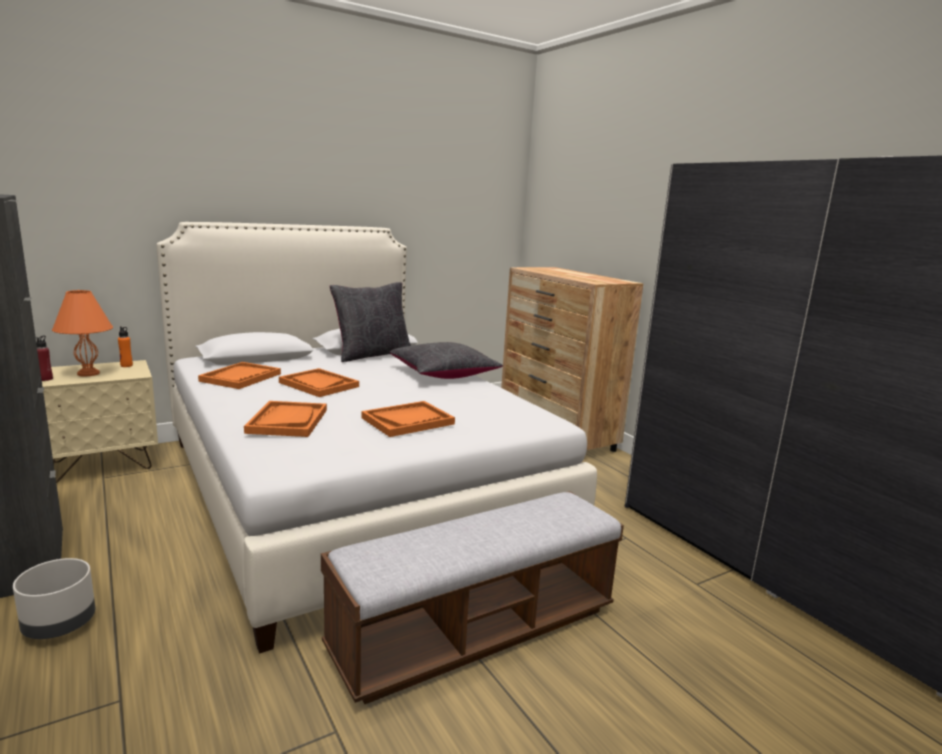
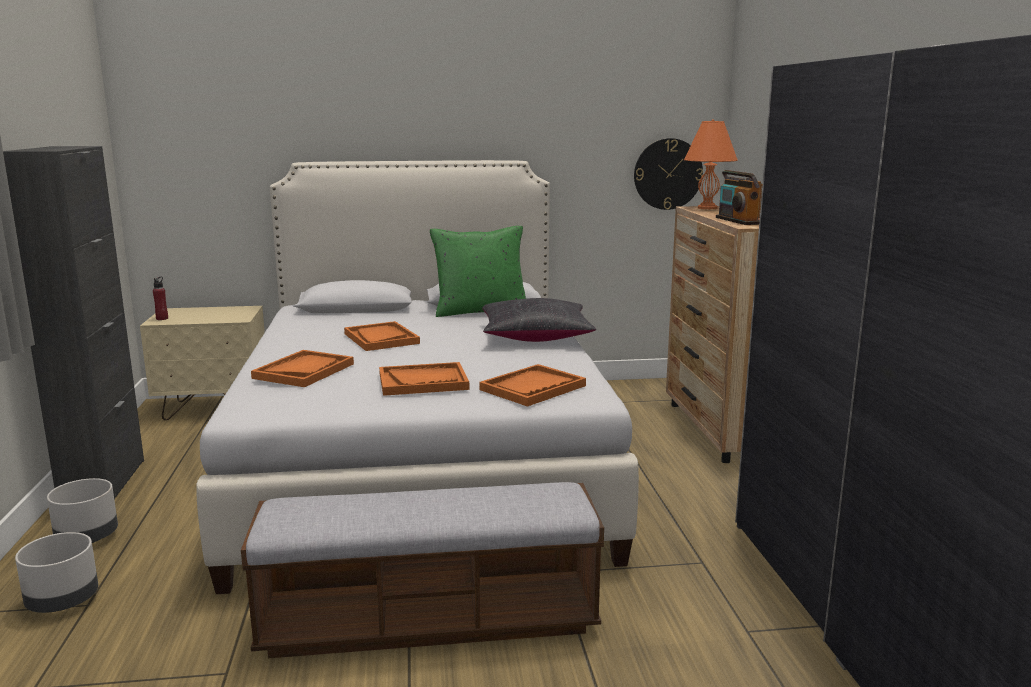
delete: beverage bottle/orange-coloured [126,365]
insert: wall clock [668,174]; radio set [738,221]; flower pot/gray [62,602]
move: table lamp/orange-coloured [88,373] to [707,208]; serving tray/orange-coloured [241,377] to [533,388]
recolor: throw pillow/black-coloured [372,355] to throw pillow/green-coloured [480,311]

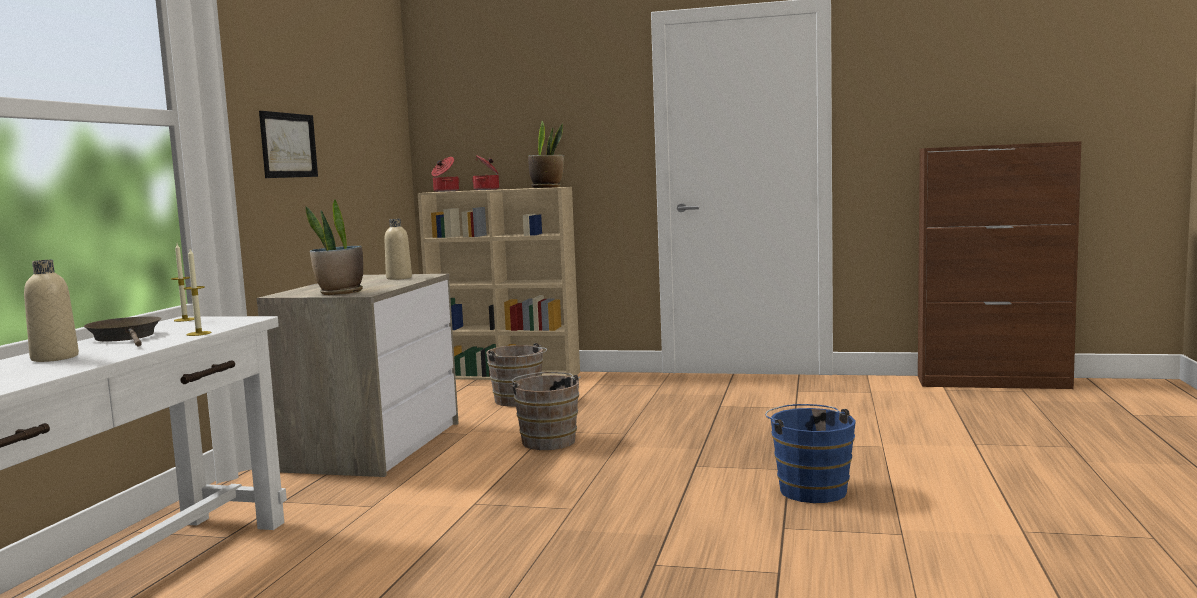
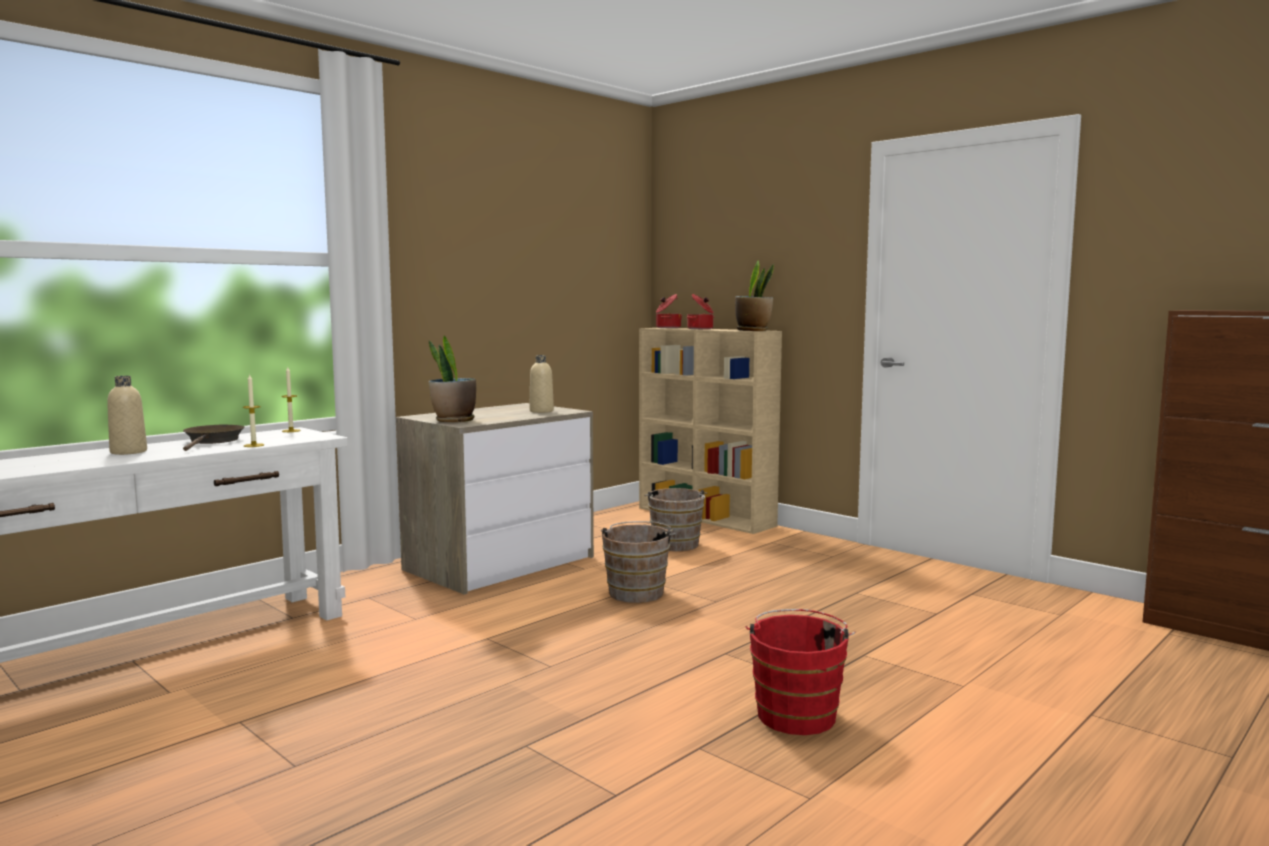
delete: wall picture [288,145]
recolor: water bucket/bluish [810,489] to water bucket/red [797,713]

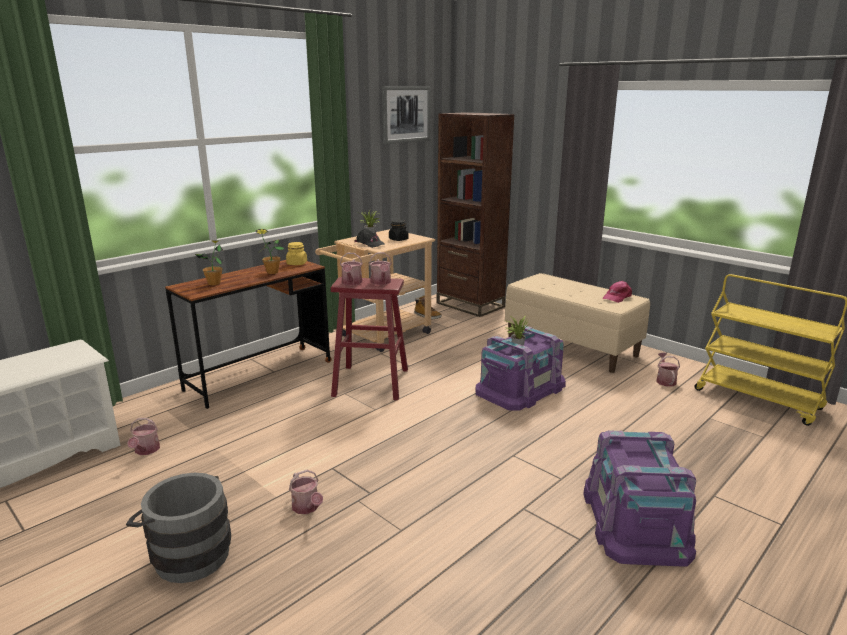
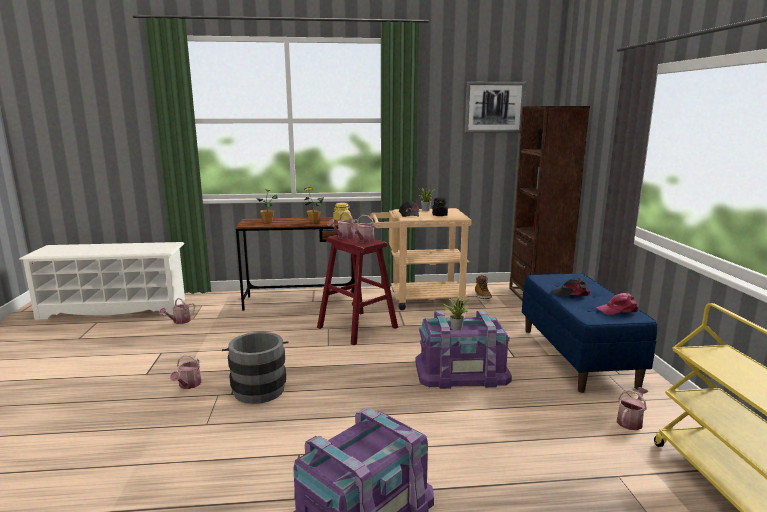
insert: peaked cap/black-coloured [571,294]
move: water bucket/gray [187,553] to [258,387]
recolor: bench/beige [572,346] to bench/bluish [577,356]

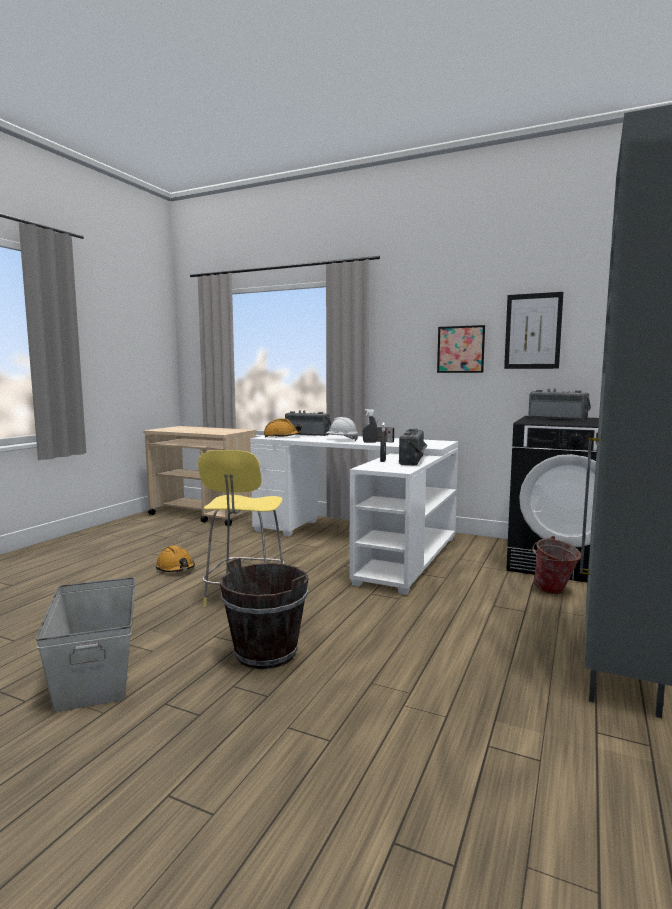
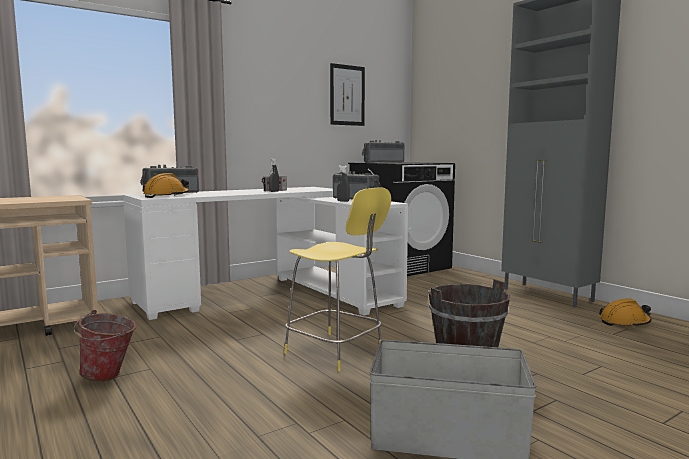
delete: wall picture [460,349]; safety helmet/whitish [341,440]
move: water bucket [553,591] to [108,377]; safety helmet/orange-coloured [175,568] to [625,322]

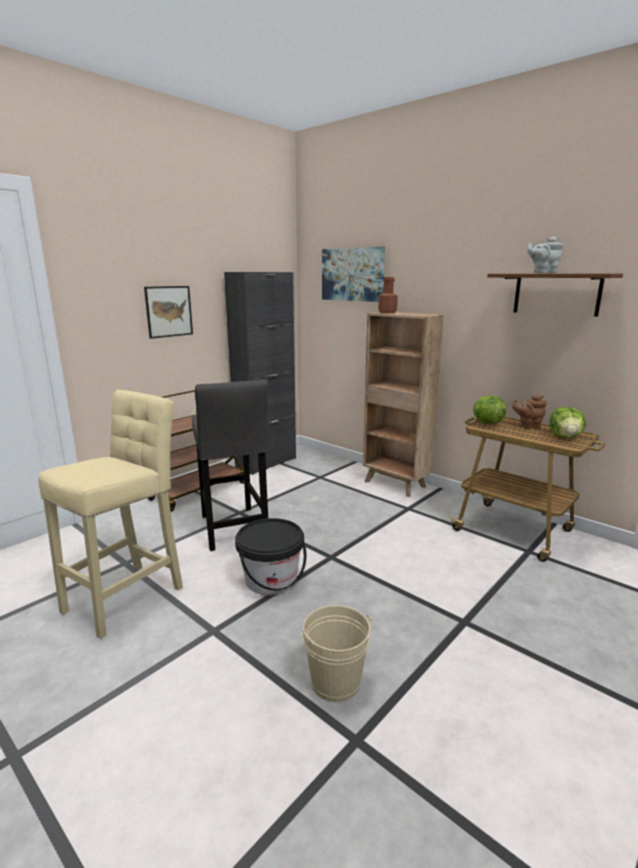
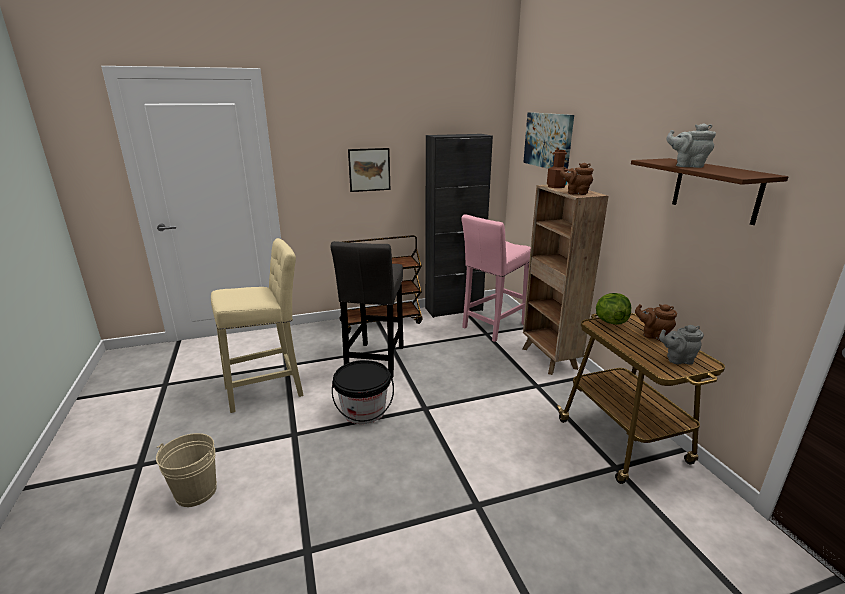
insert: tea pot/brown [575,193]; stool/pinkish [492,327]
move: water bucket/beige [335,682] to [196,492]
replace: lettuce head [565,437] to tea pot/gray [677,359]

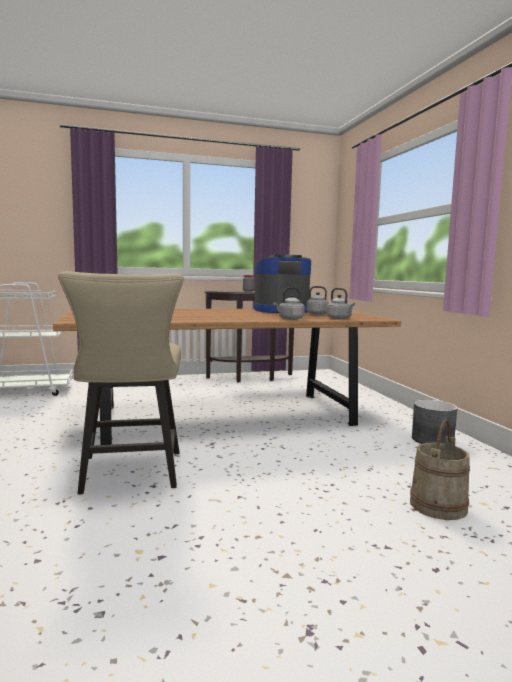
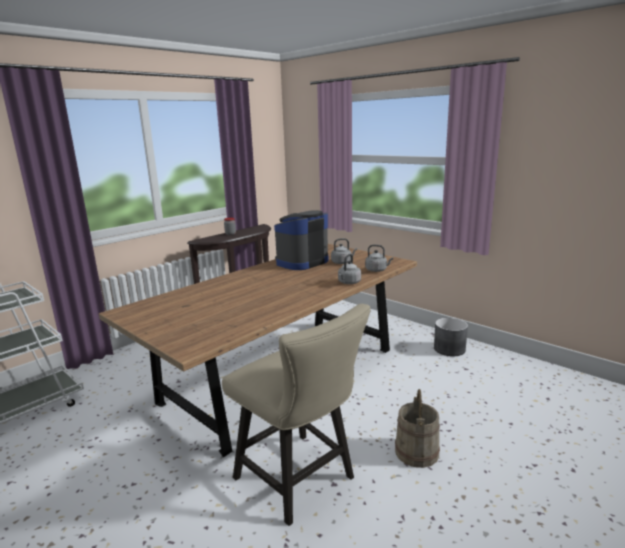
move: water bucket/beige [438,506] to [417,452]

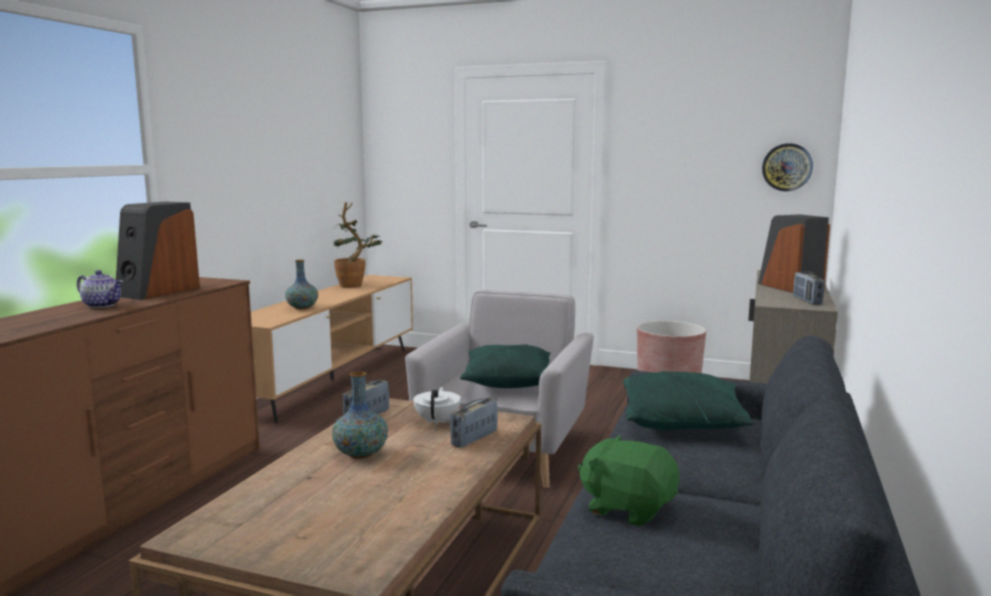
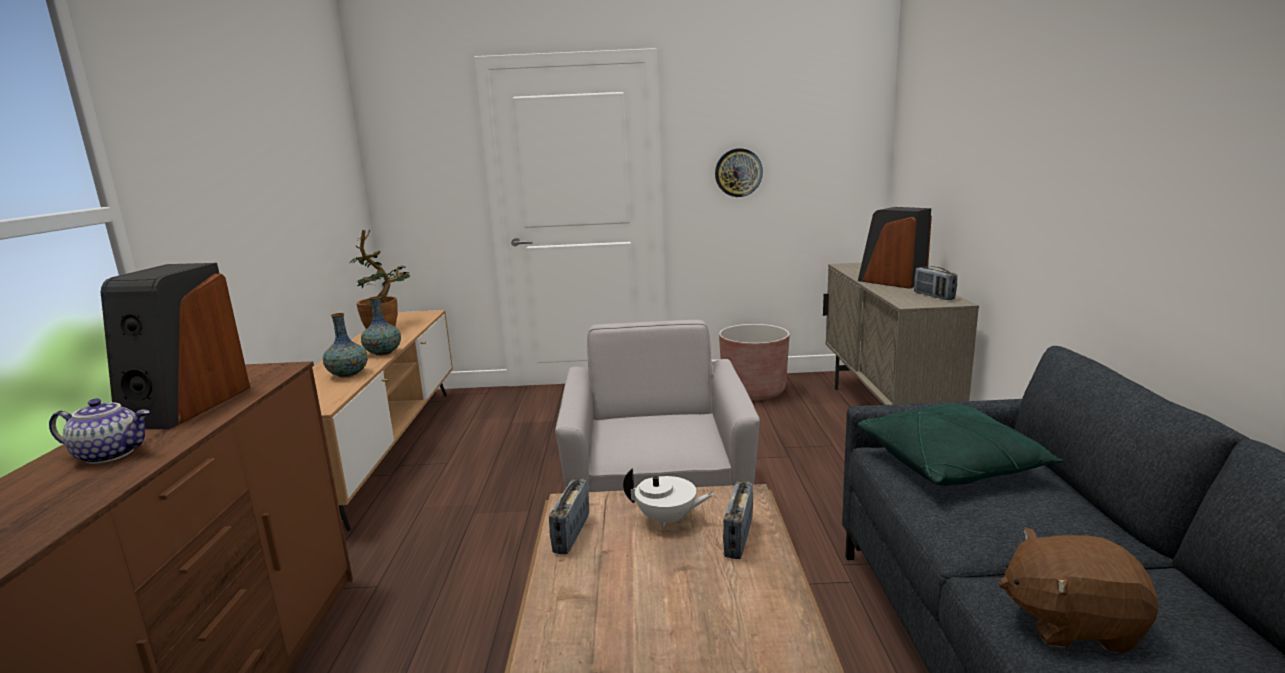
delete: throw pillow/green-coloured [507,381]
move: wall clock [787,167] to [738,172]; flower vase [361,454] to [383,353]
recolor: plush toy/green-coloured [627,508] to plush toy/brown [1070,622]
rotate: tea pot/whitish [438,421] = [667,520] 120 degrees clockwise

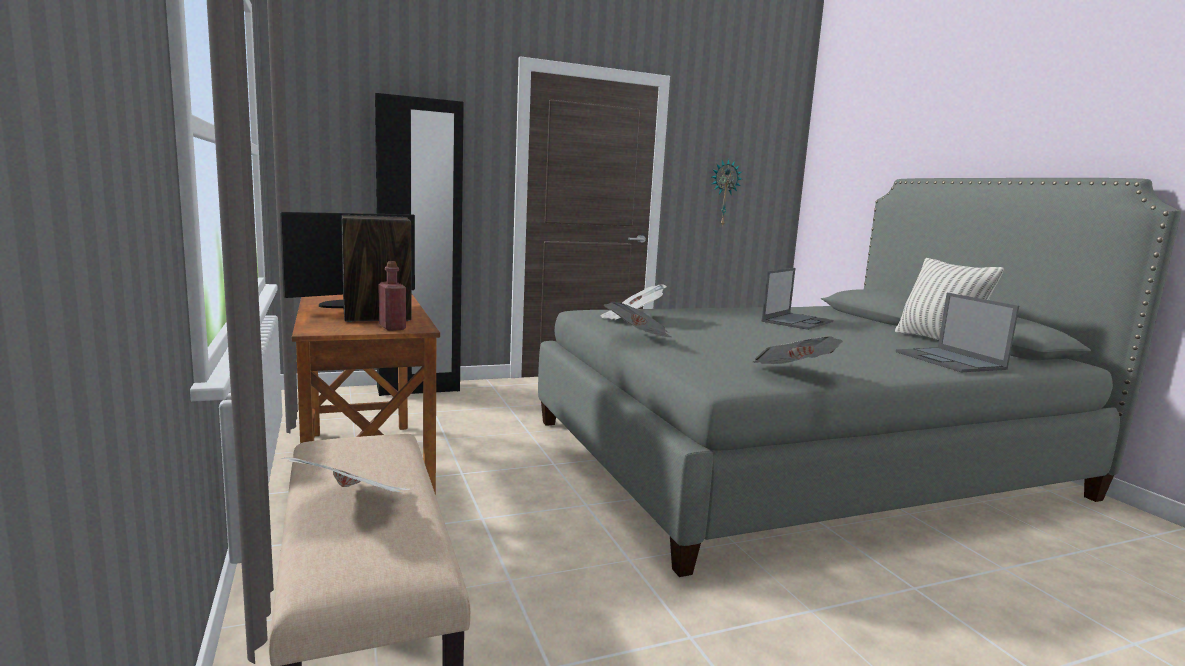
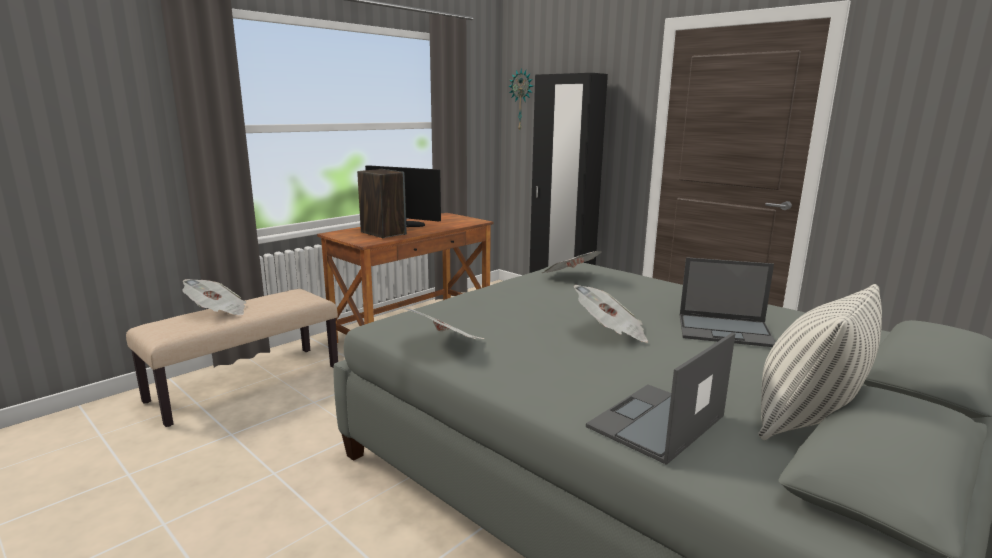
delete: beverage bottle/red [392,327]
move: wall clock [723,193] to [522,100]; daily paper [638,339] to [610,332]

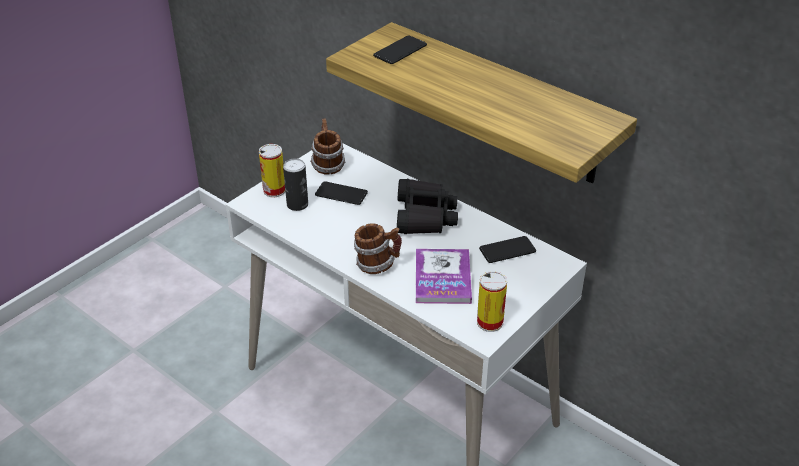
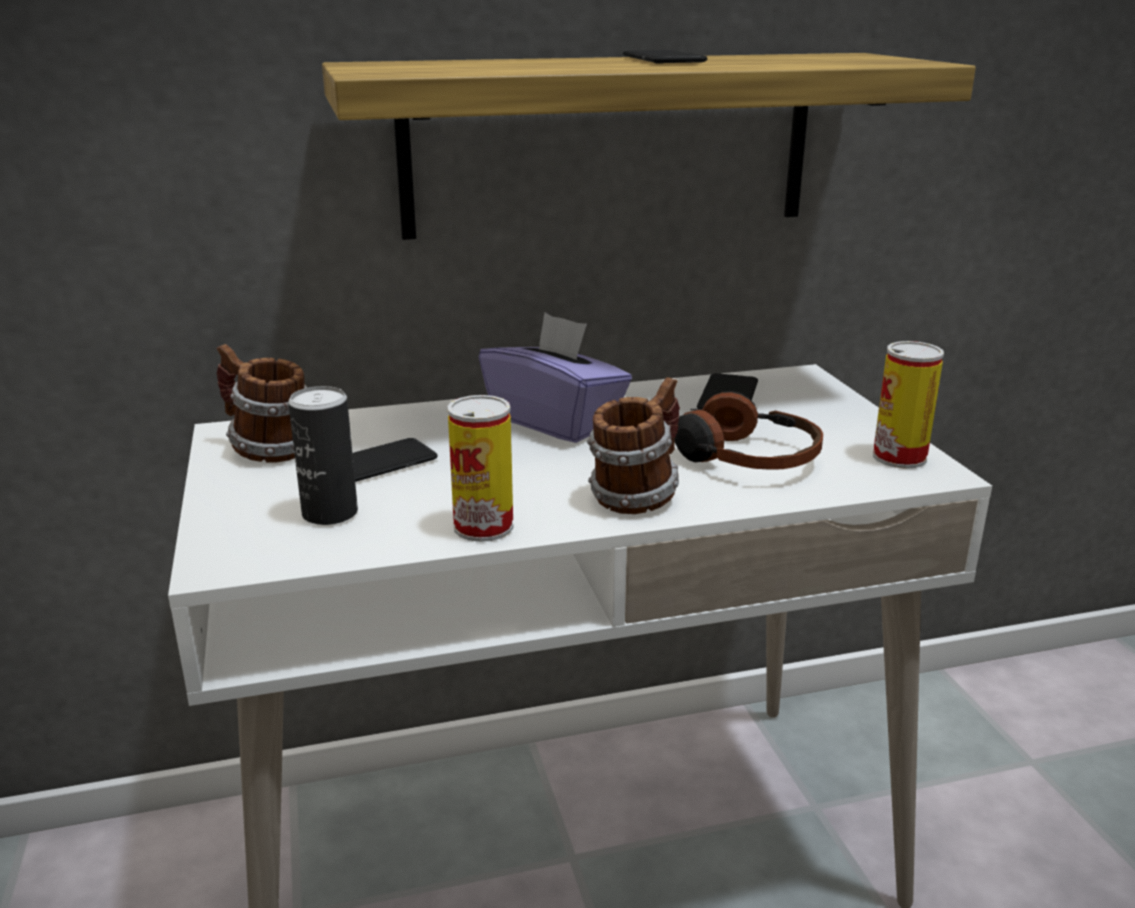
move: handset [400,51] to [663,59]; can [274,190] to [483,527]
replace: pair of binoculars/black-coloured [424,216] to tissue box/purplish [556,421]; book [442,278] to headphones [742,456]

